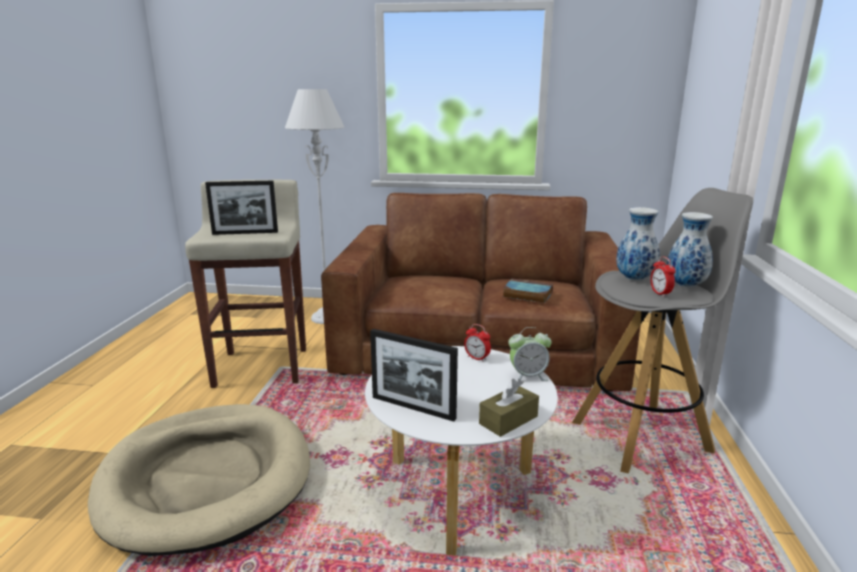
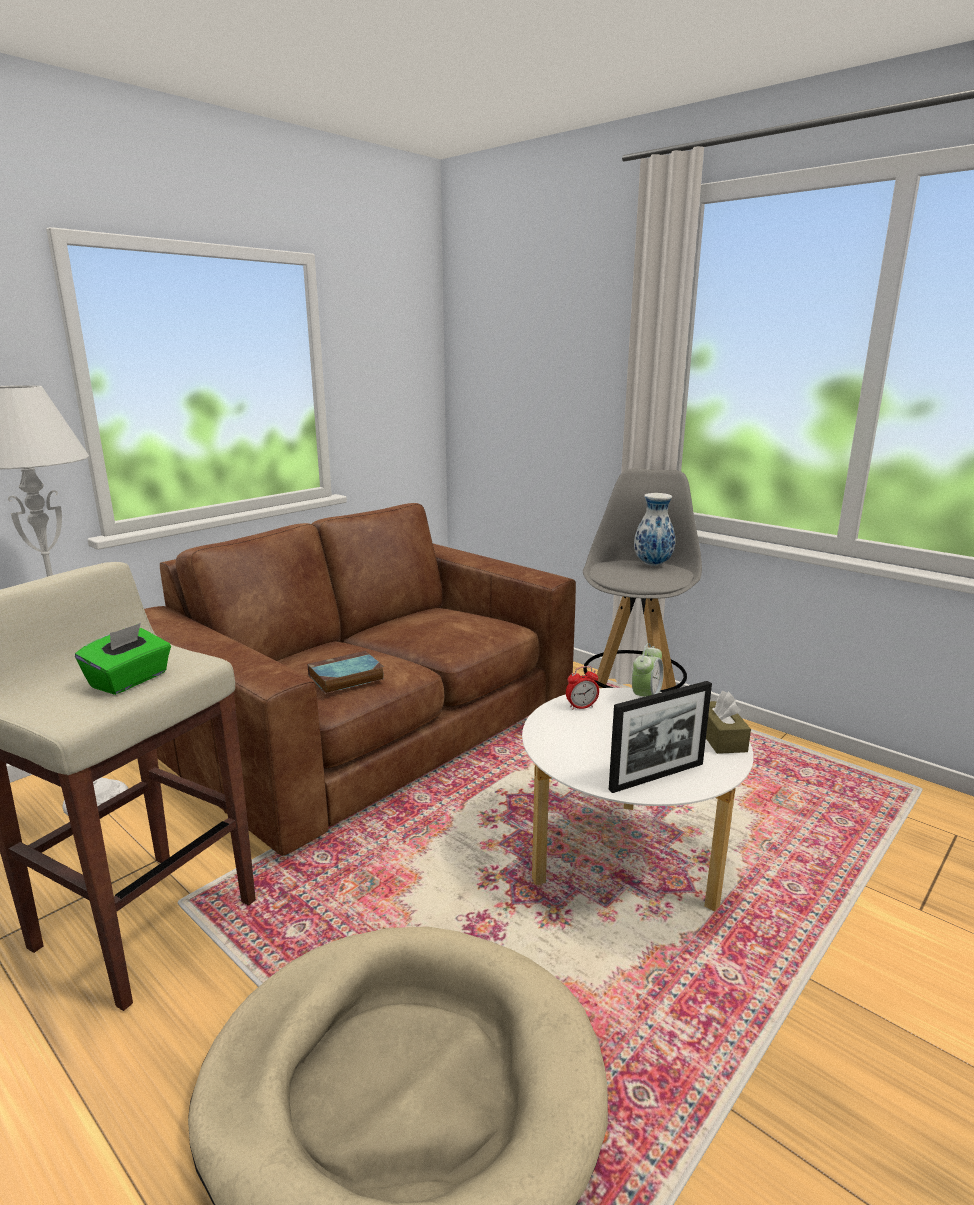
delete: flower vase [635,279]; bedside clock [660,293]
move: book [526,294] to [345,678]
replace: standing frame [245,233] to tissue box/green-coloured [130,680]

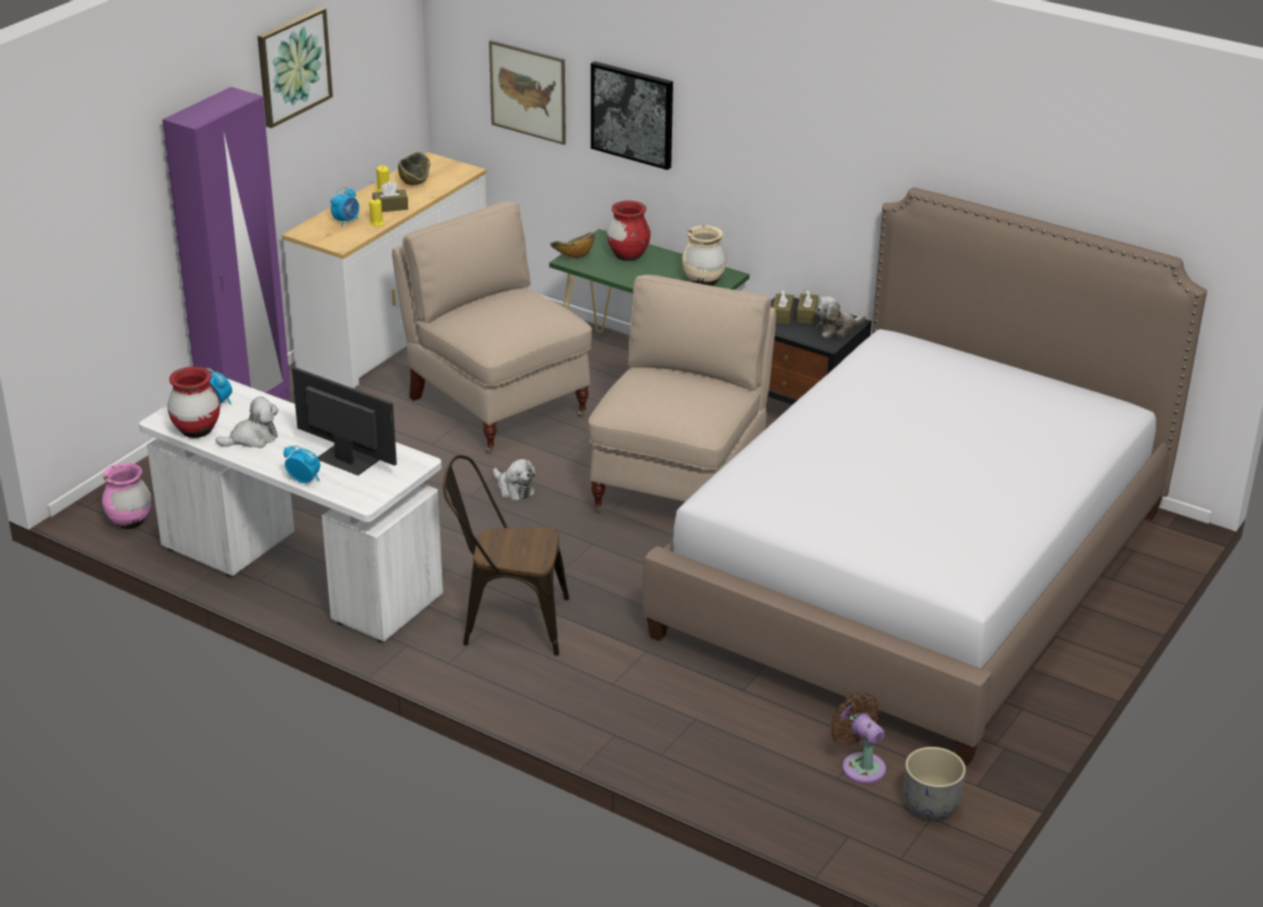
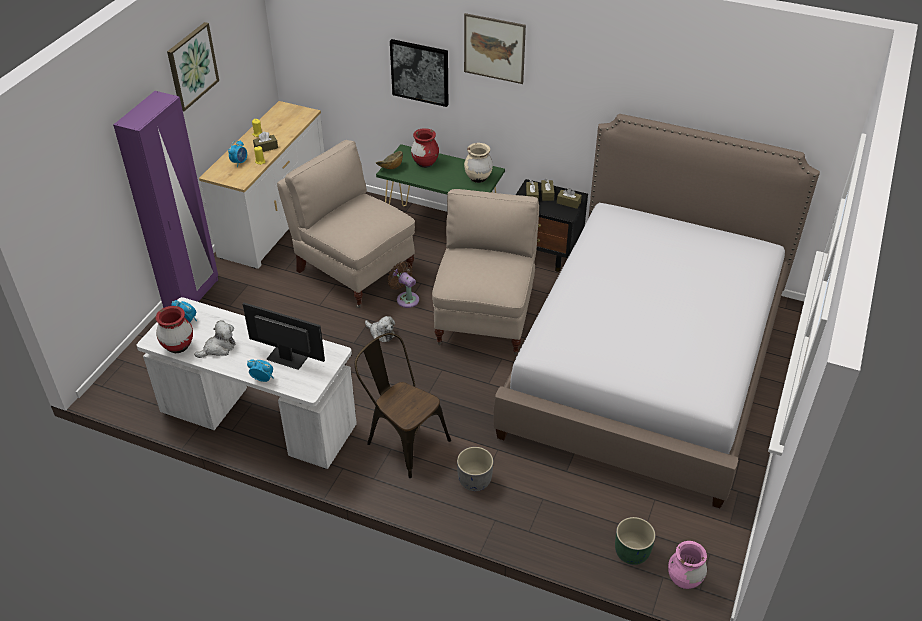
delete: bowl [415,182]
insert: flower pot/green-coloured [632,552]
move: wall picture [528,92] to [494,48]; flower vase/pinkish [130,522] to [684,580]; fan/brown [860,765] to [406,298]; flower pot/gray [929,806] to [474,480]
replace: plush toy [836,329] to tissue box/brown [568,203]
rotate: upright chair/brown [506,622] = [402,440] 45 degrees clockwise

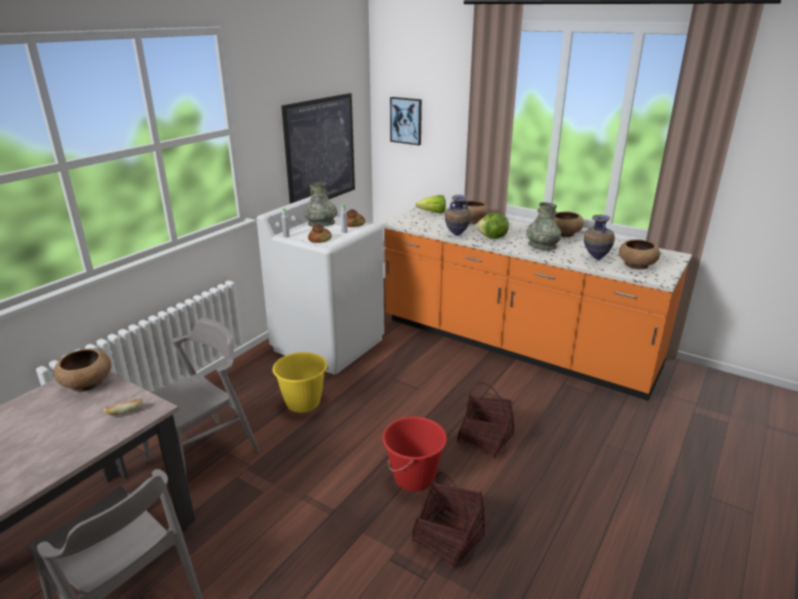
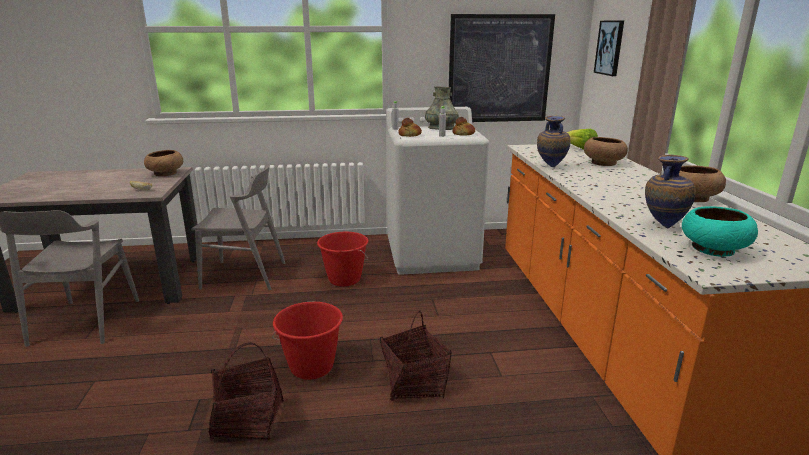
delete: flower vase/gray [542,246]; lettuce head [492,238]
recolor: bowl/brown [636,265] to bowl/turquoise-coloured [712,249]; water bucket/yellow [303,403] to water bucket/red [344,279]

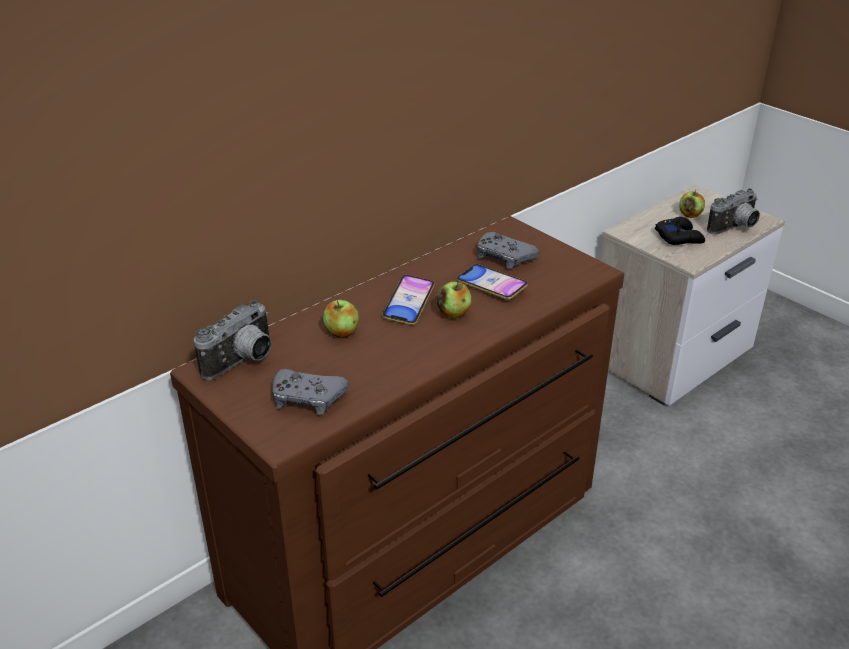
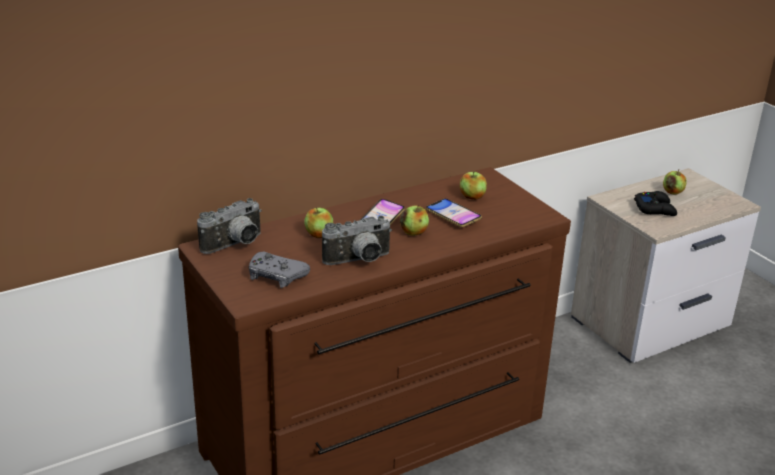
move: photo camera [735,228] to [359,261]
replace: gamepad/gray [504,257] to apple fruit [472,196]

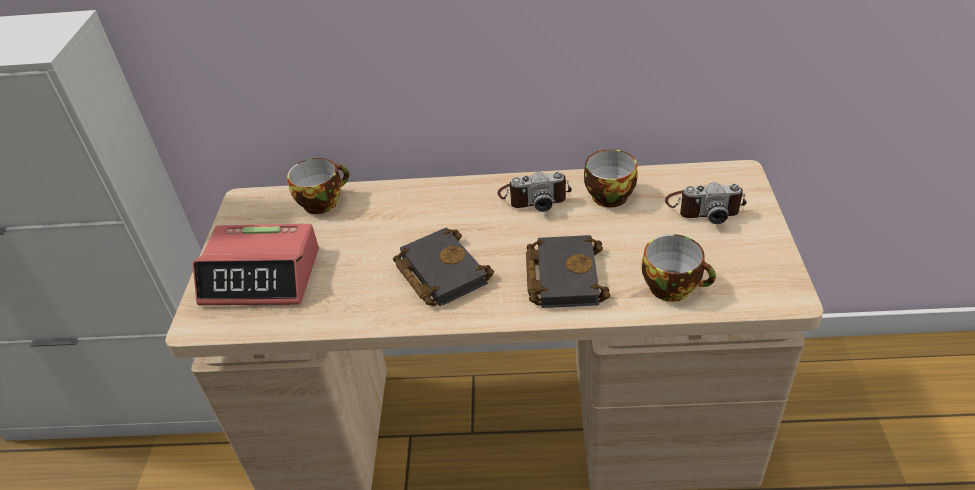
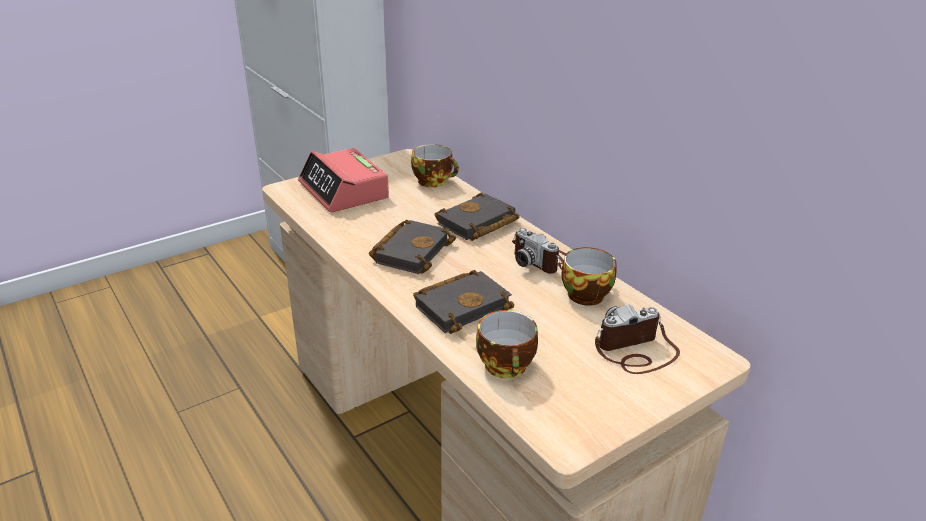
insert: book/black-coloured [477,224]
rotate: photo camera [704,207] = [635,351] 105 degrees clockwise

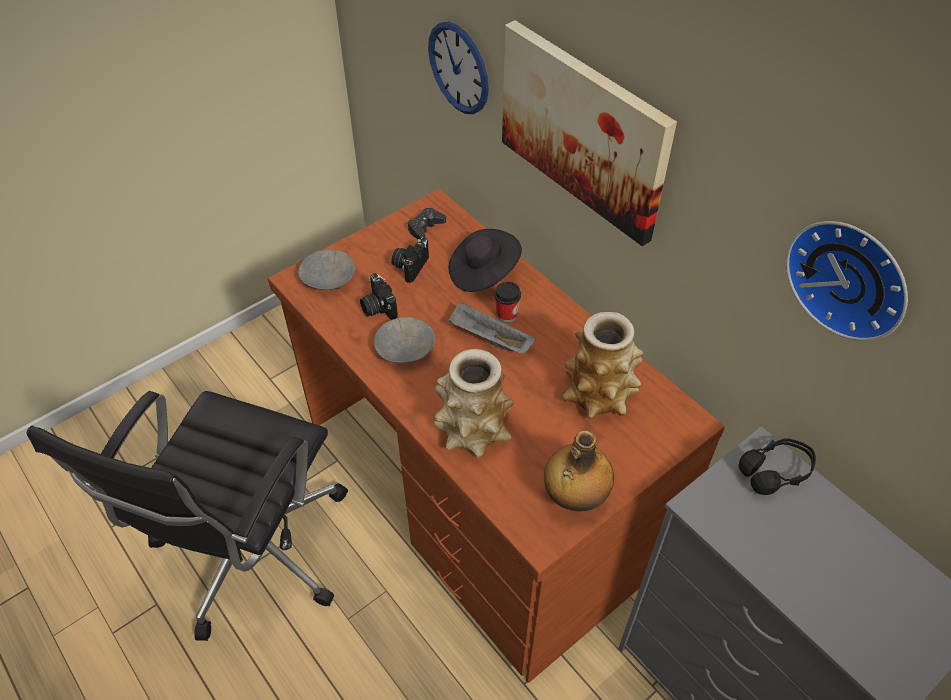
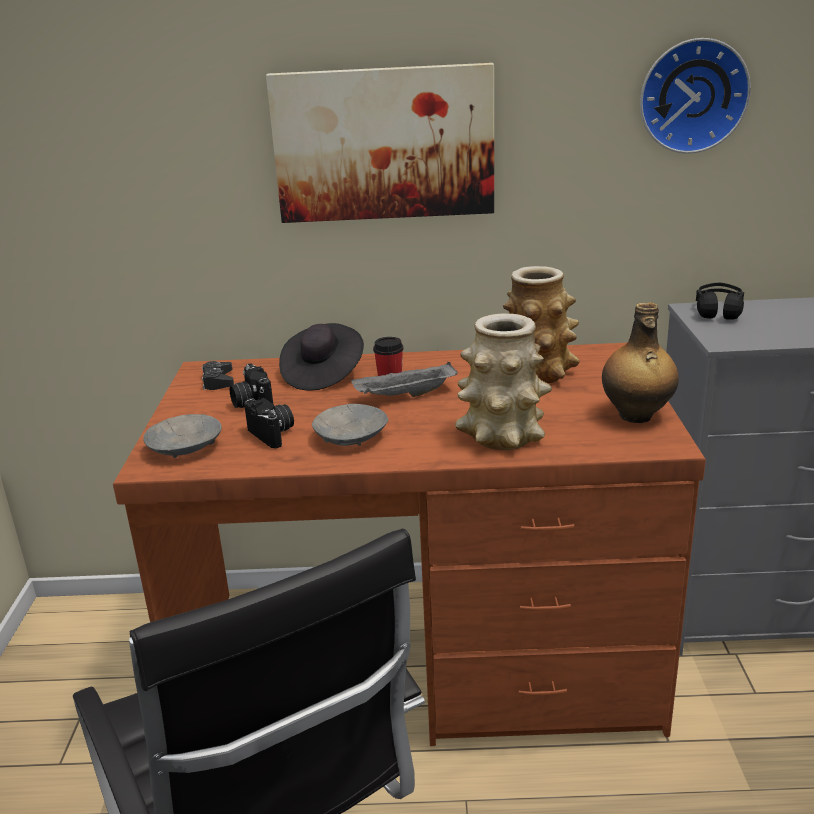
delete: wall clock [459,68]
rotate: photo camera [377,307] = [273,434] 135 degrees counterclockwise

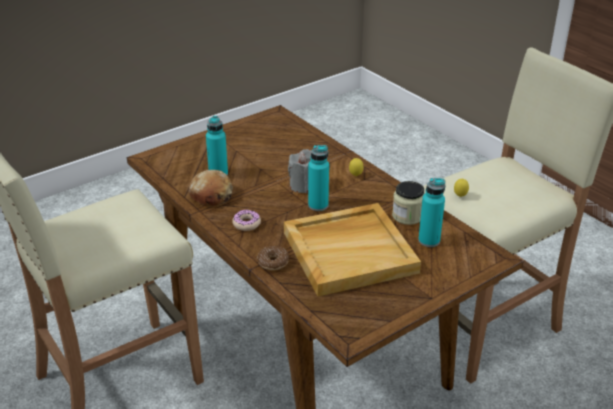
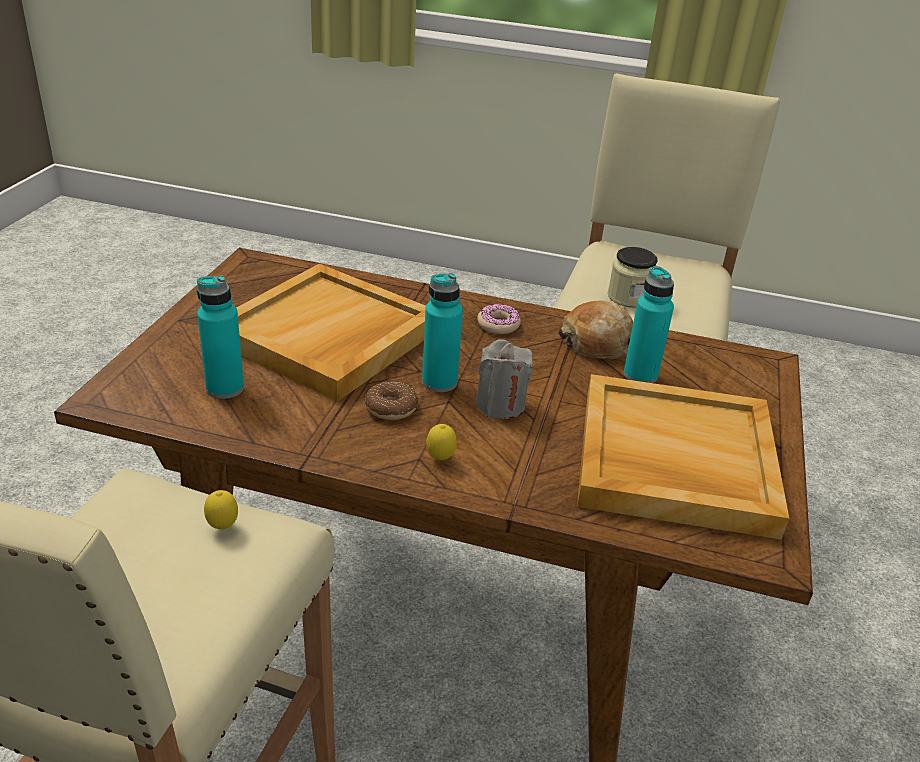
insert: serving tray/beige [673,460]
move: storage jar [407,216] to [629,297]; doughnut [273,262] to [391,408]

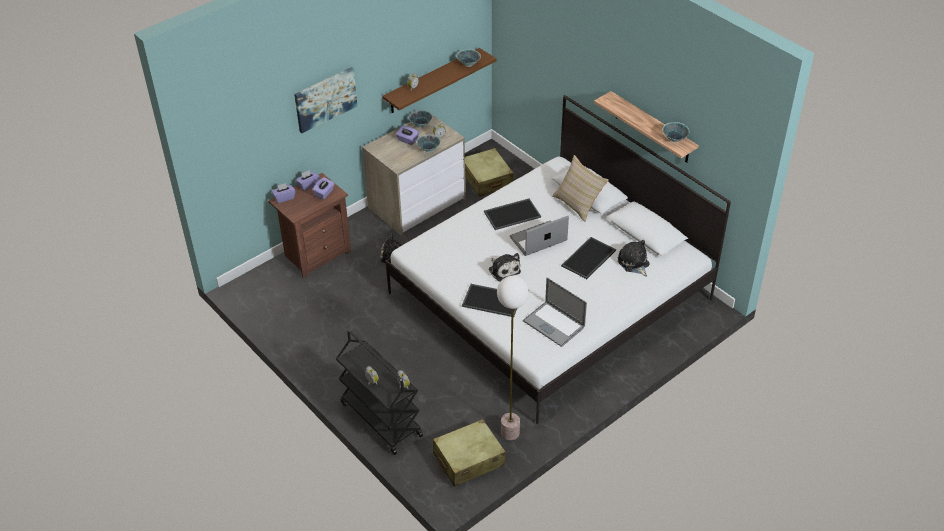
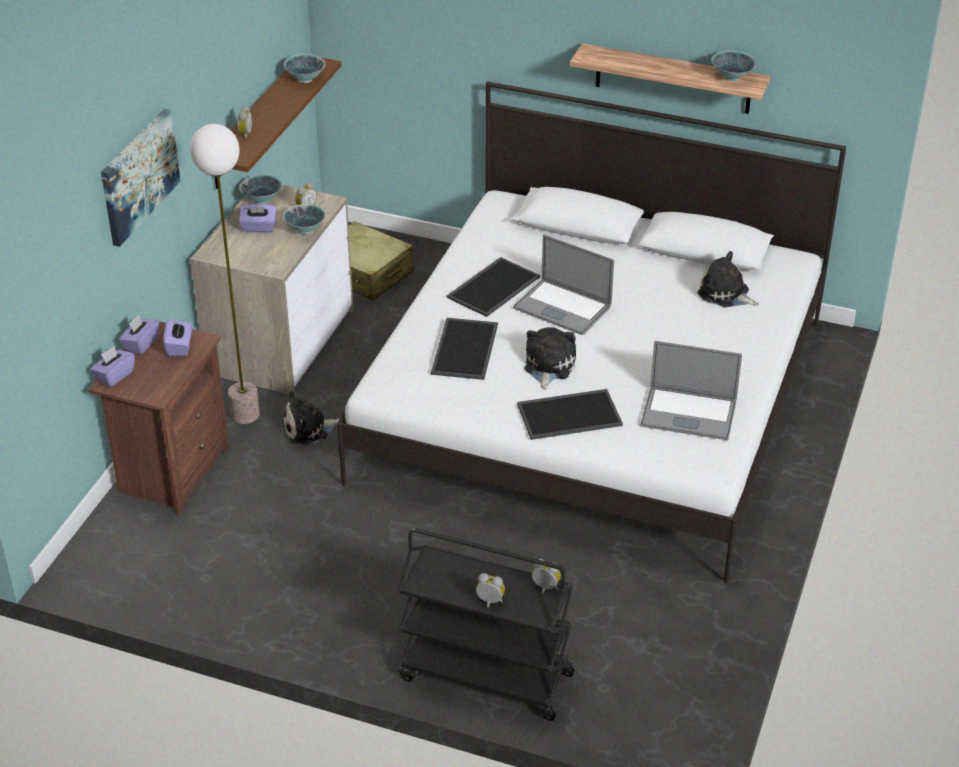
delete: throw pillow/beige [578,204]; suitcase/beige [468,460]
move: serving tray [589,259] to [466,350]; standard lamp [510,433] to [245,415]
rotate: portable computer [538,239] = [562,307] 90 degrees counterclockwise; plush toy [503,270] = [548,366] 105 degrees counterclockwise

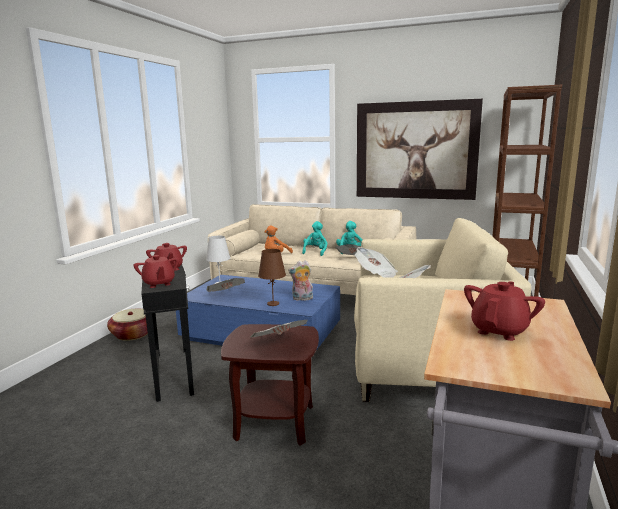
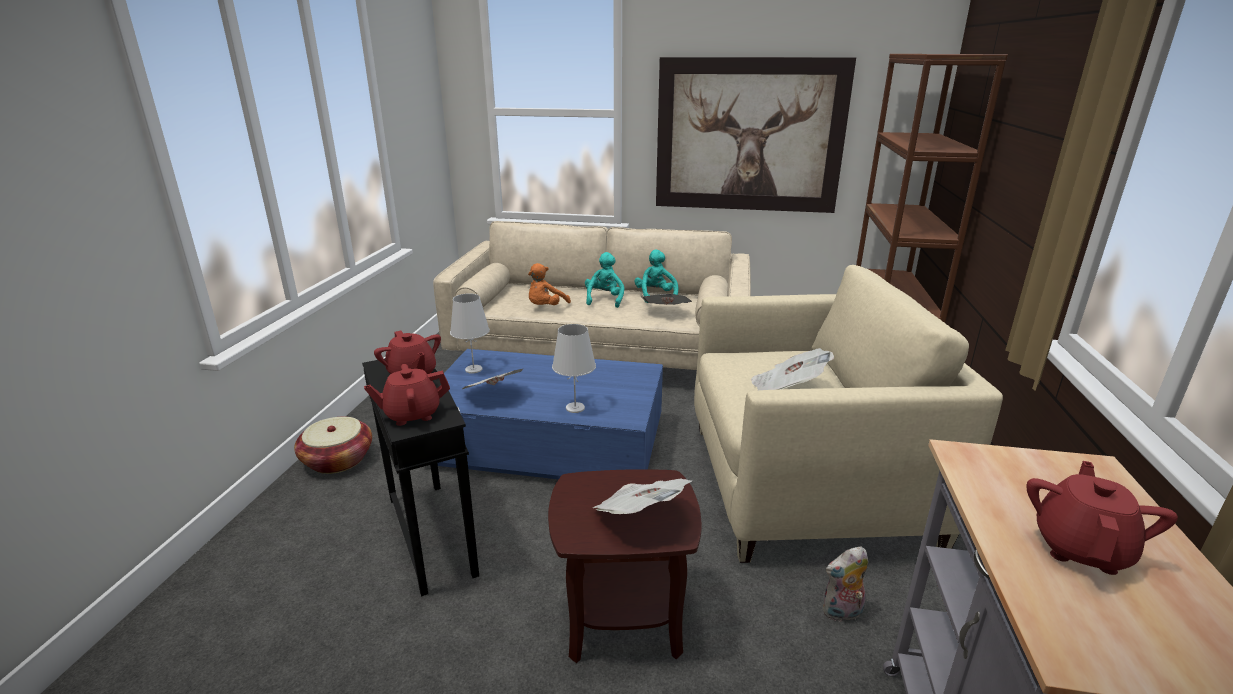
delete: daily paper [376,275]
move: plush toy [302,299] to [842,613]
recolor: table lamp/brown [273,303] to table lamp/whitish [575,408]
rotate: tea pot/red [159,283] = [412,414] 105 degrees clockwise

